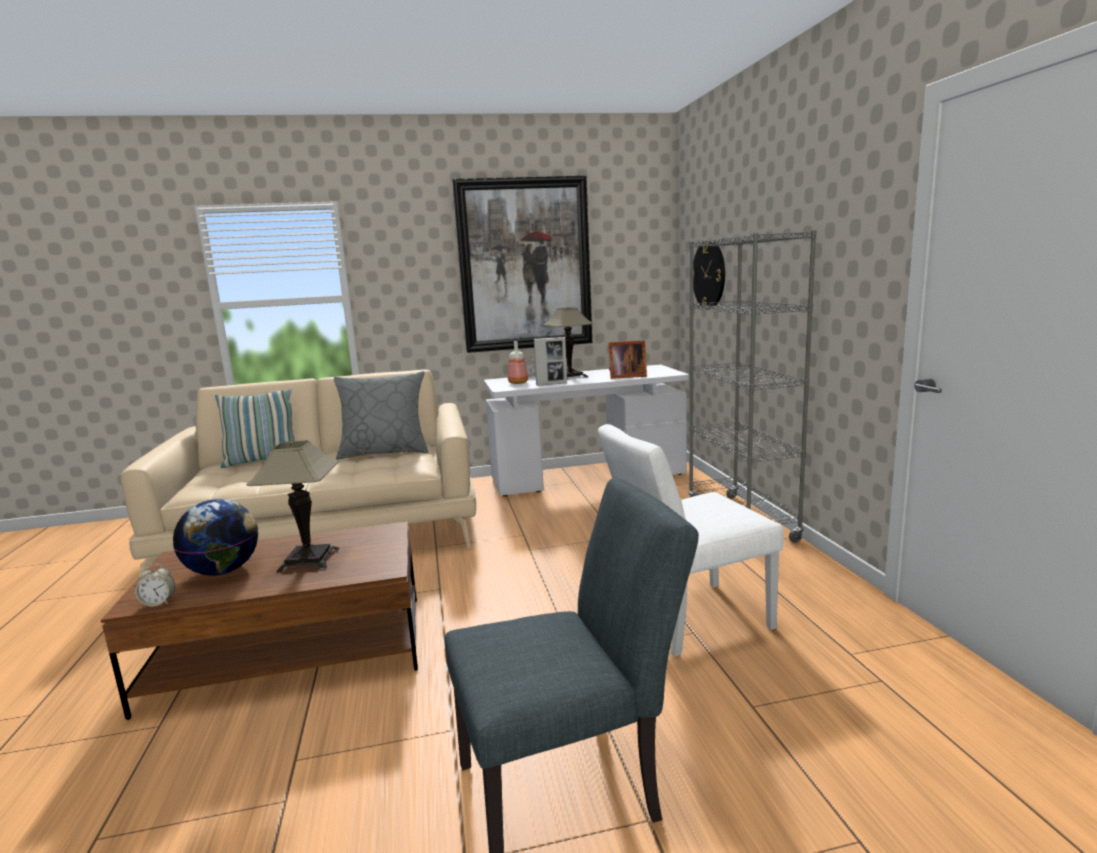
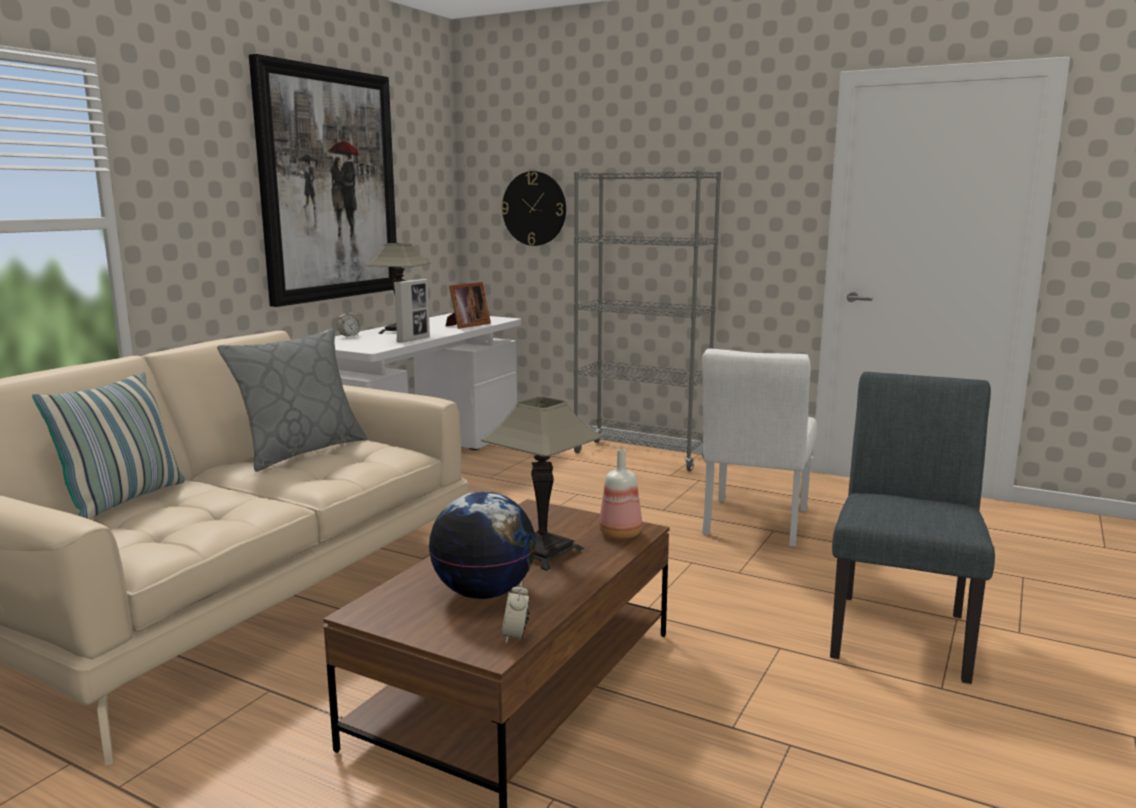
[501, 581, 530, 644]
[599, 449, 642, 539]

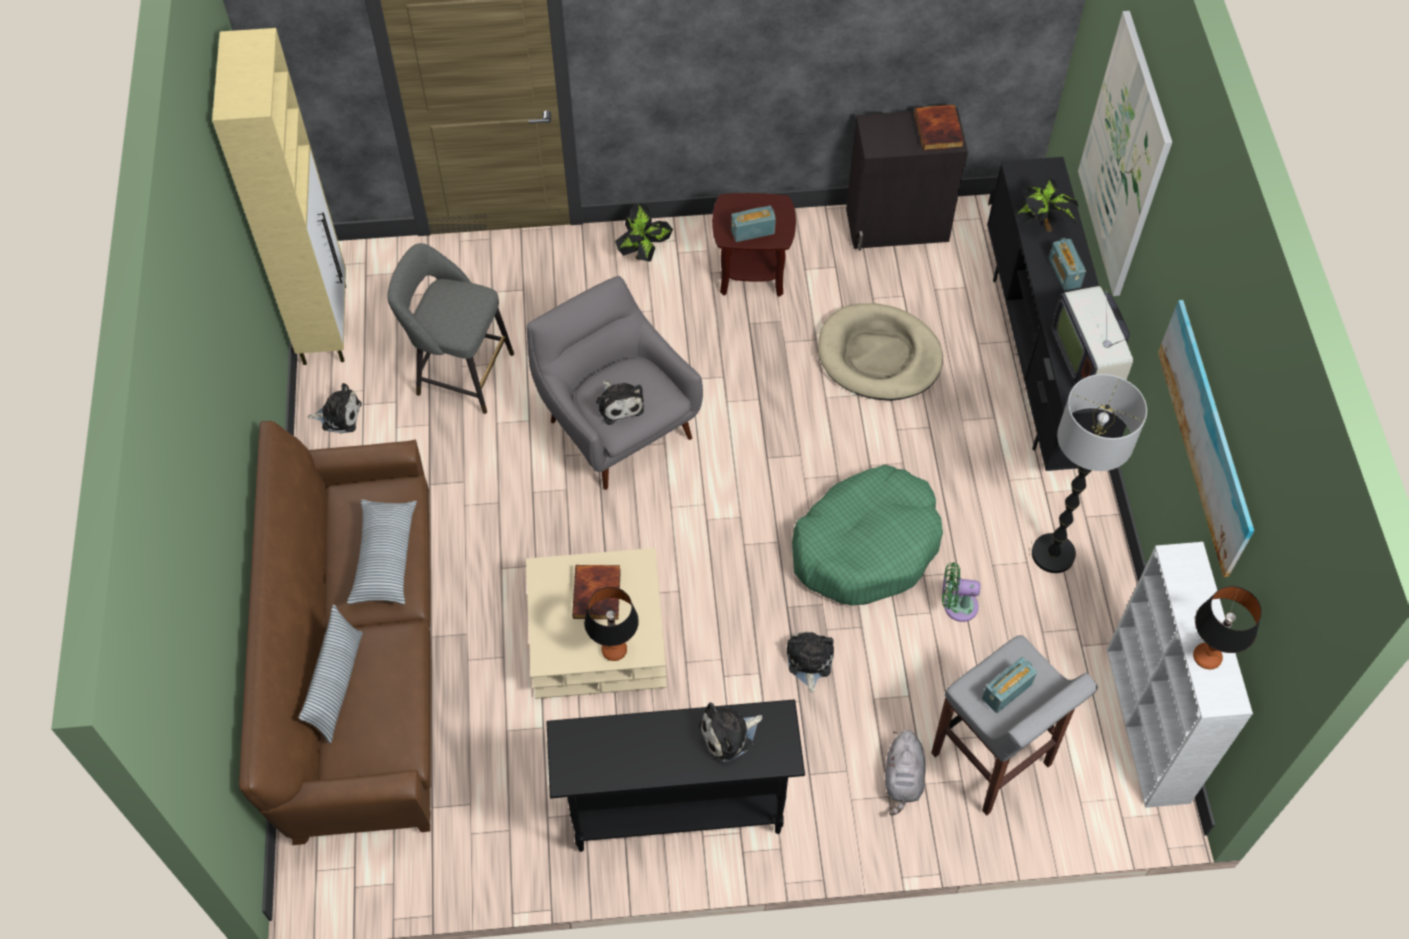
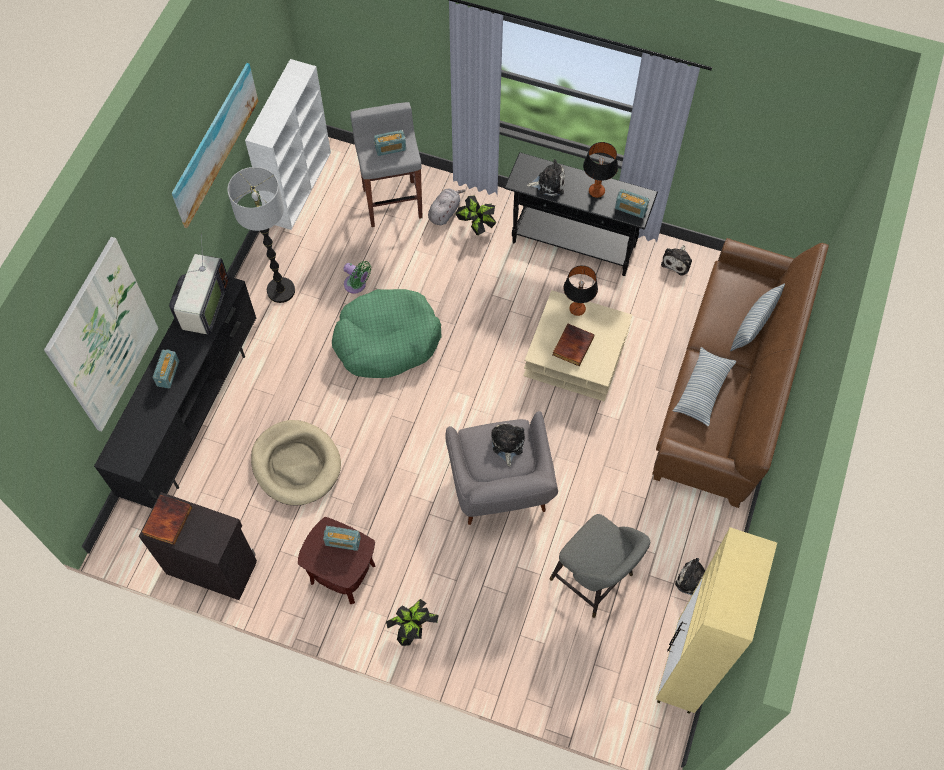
[661, 245, 692, 275]
[455, 195, 496, 235]
[583, 142, 618, 198]
[615, 189, 650, 218]

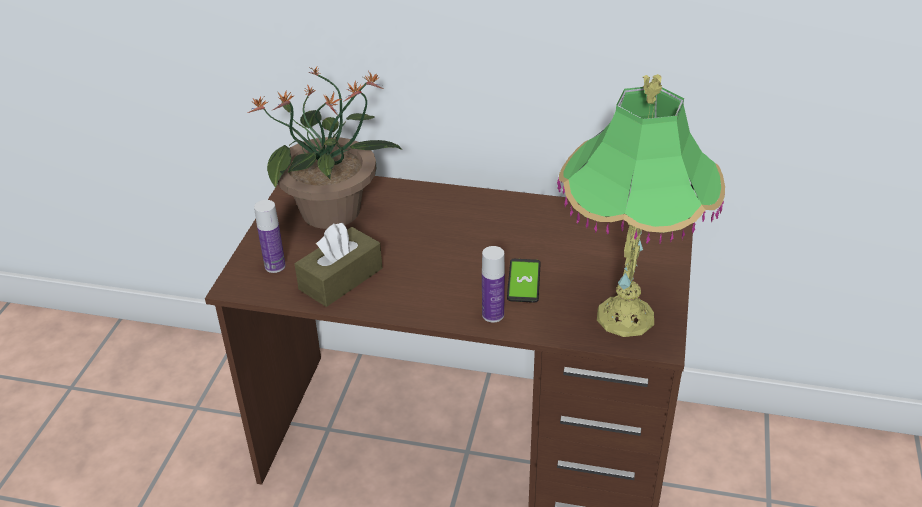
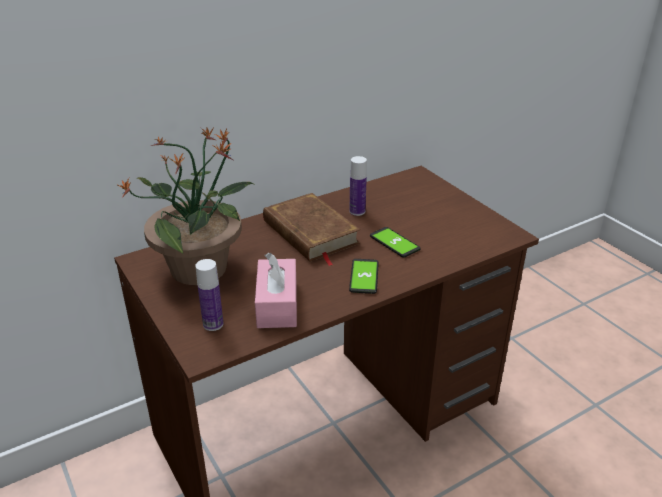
[255, 253, 297, 328]
[350, 156, 367, 216]
[557, 74, 725, 337] (first image)
[263, 193, 360, 266]
[349, 259, 379, 294]

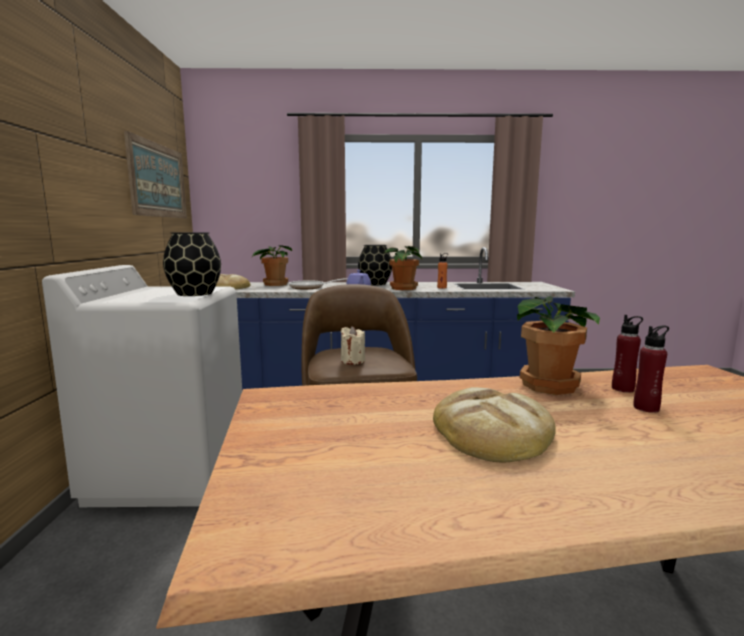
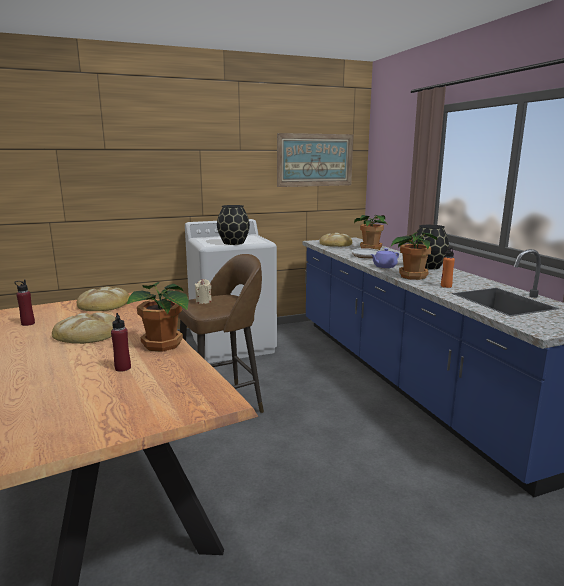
[14, 280, 35, 326]
[77, 287, 130, 311]

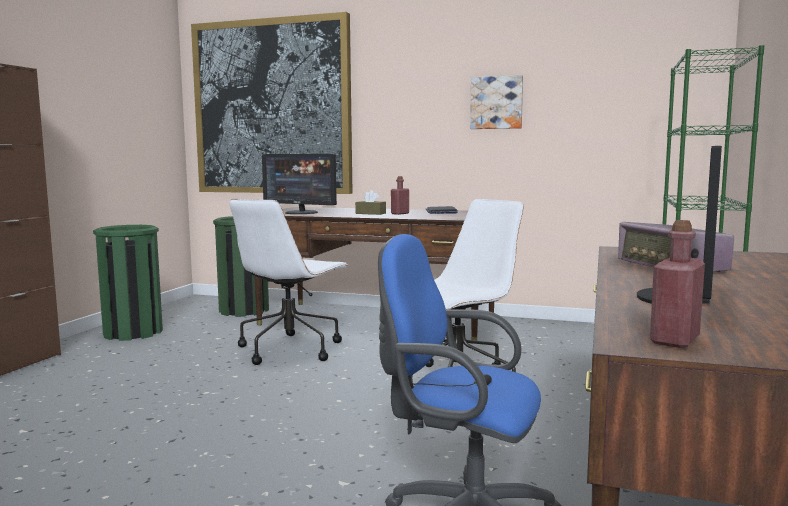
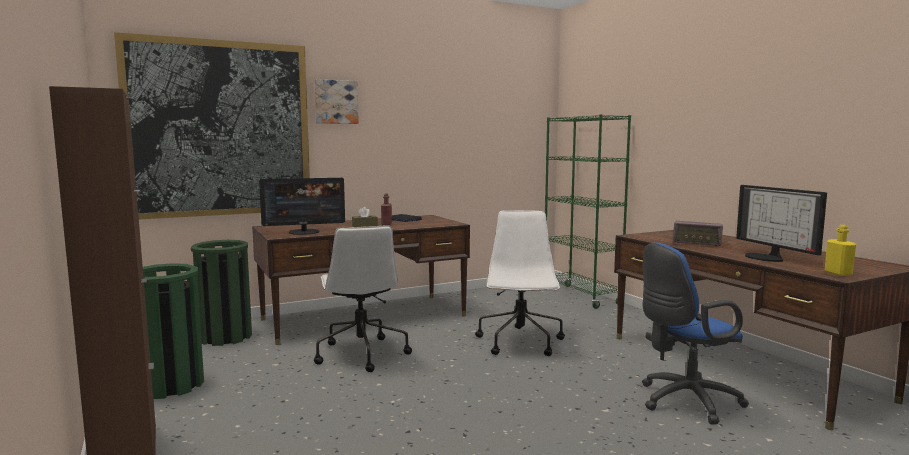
[314, 79, 359, 124]
[825, 225, 856, 276]

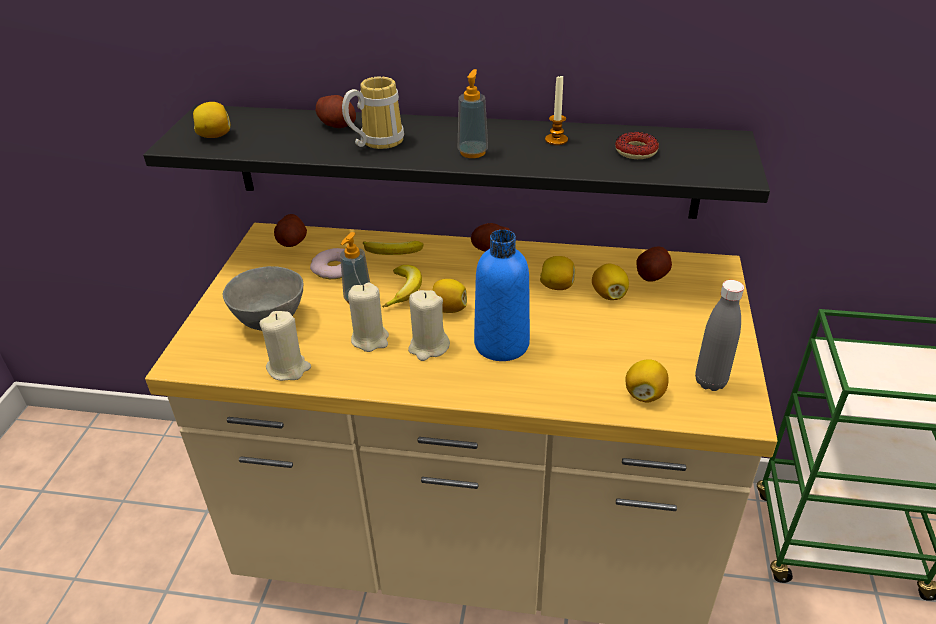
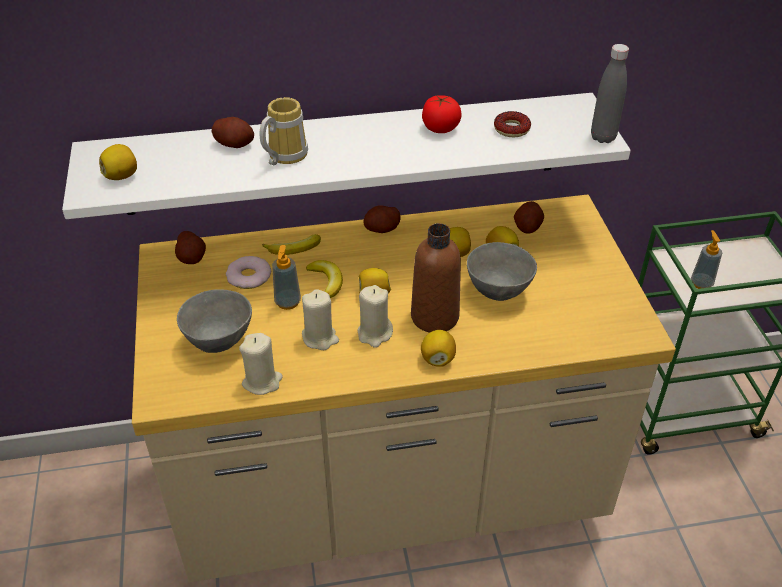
[62, 93, 631, 219]
[691, 230, 722, 289]
[411, 223, 461, 333]
[422, 95, 462, 133]
[421, 330, 456, 367]
[591, 44, 629, 143]
[467, 242, 537, 301]

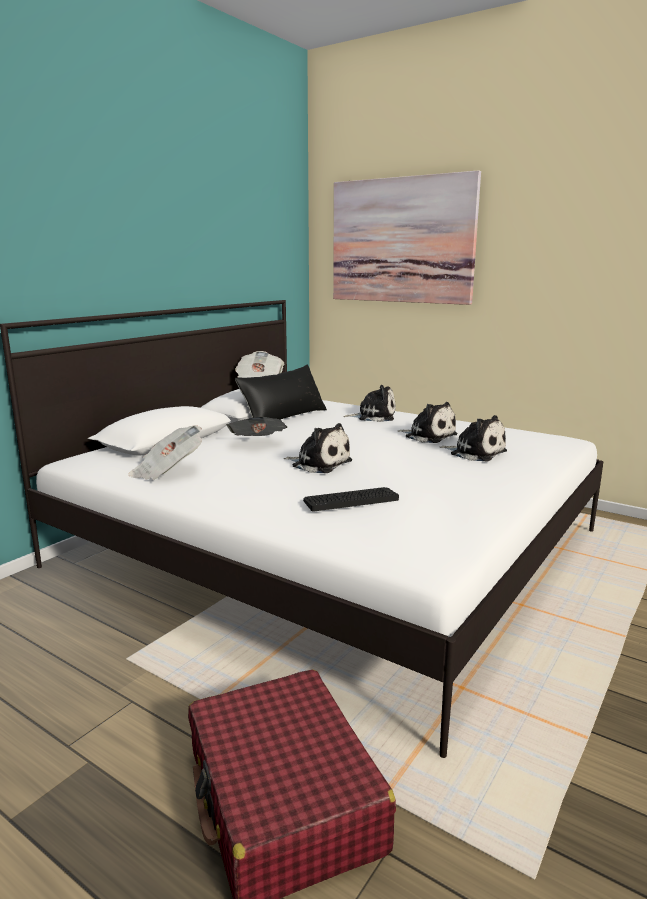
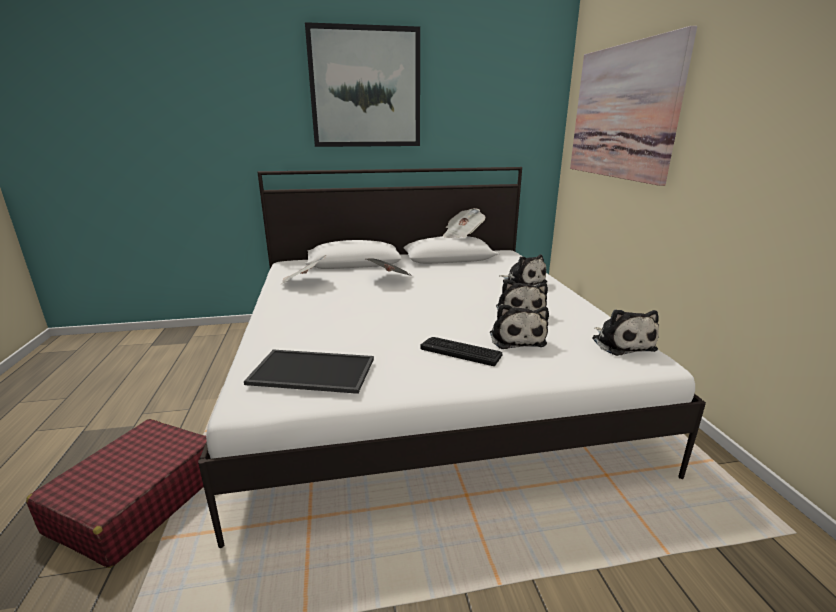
[235, 365, 327, 420] (first image)
[592, 309, 659, 356]
[421, 337, 502, 366]
[244, 350, 374, 394]
[305, 22, 420, 147]

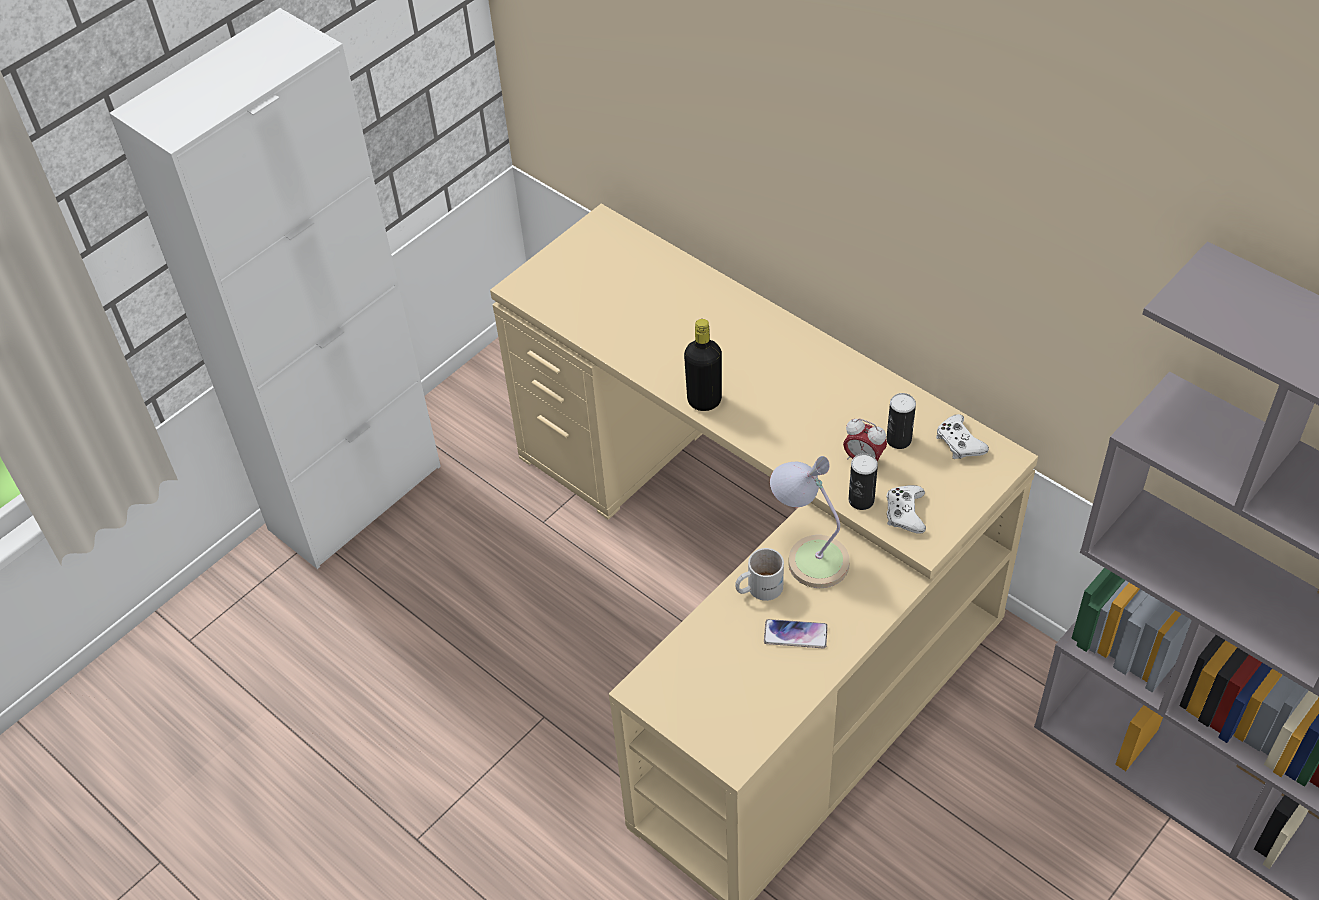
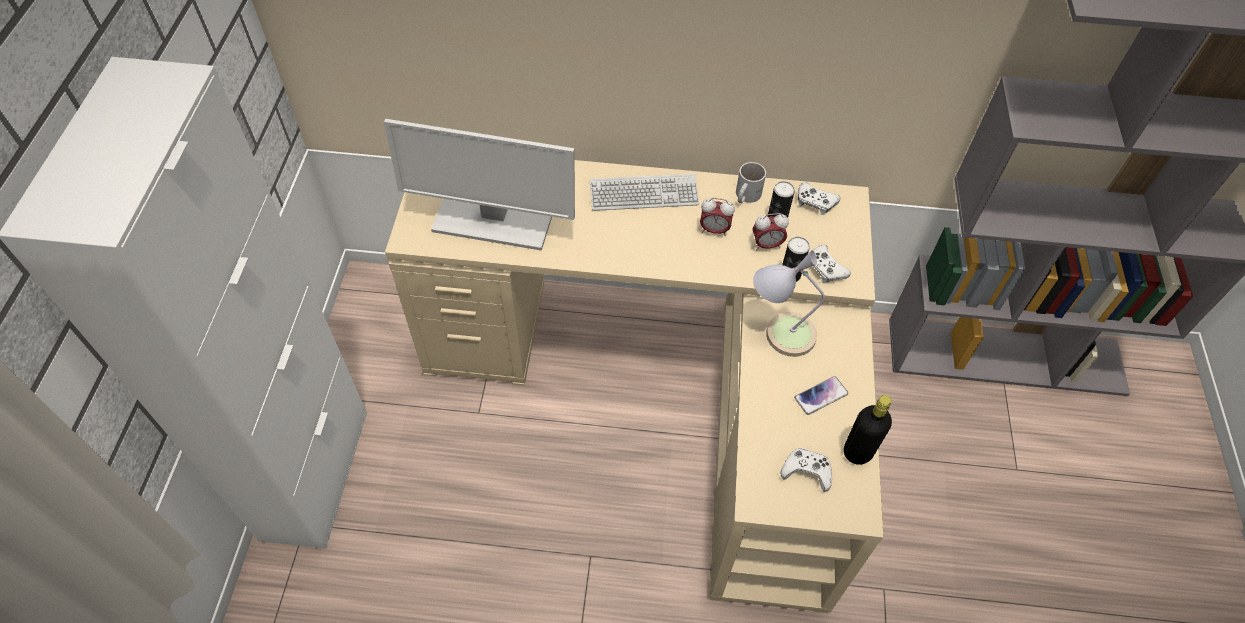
[844, 395, 892, 465]
[736, 162, 766, 203]
[384, 119, 575, 251]
[590, 174, 699, 211]
[700, 198, 735, 236]
[780, 448, 832, 492]

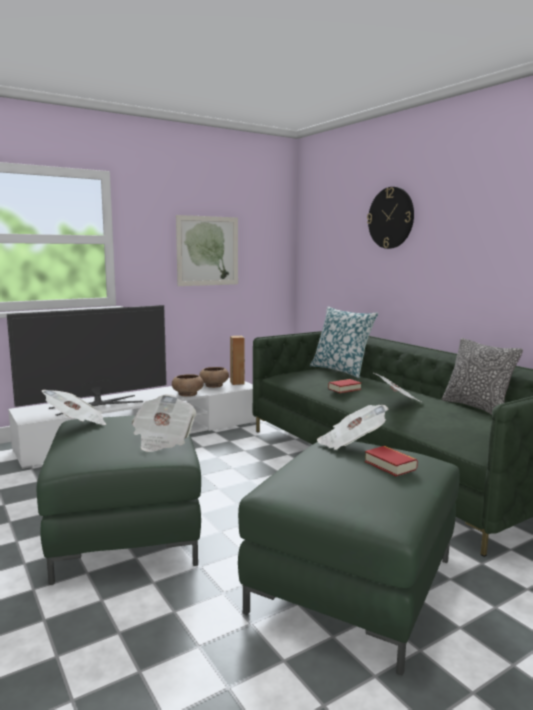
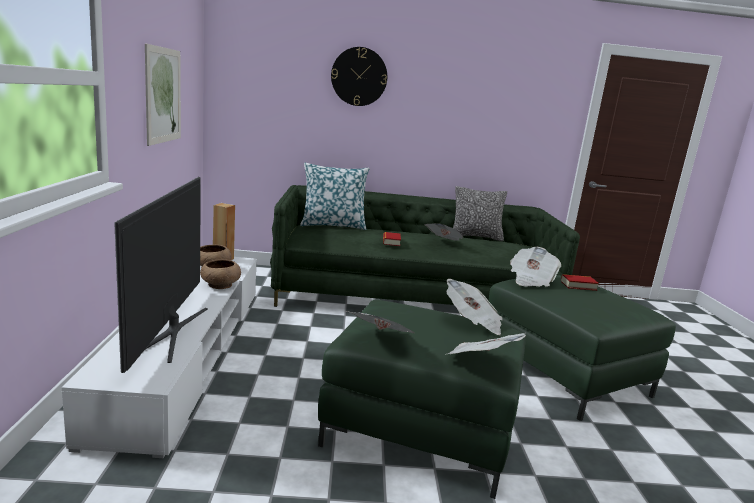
[448, 333, 526, 354]

